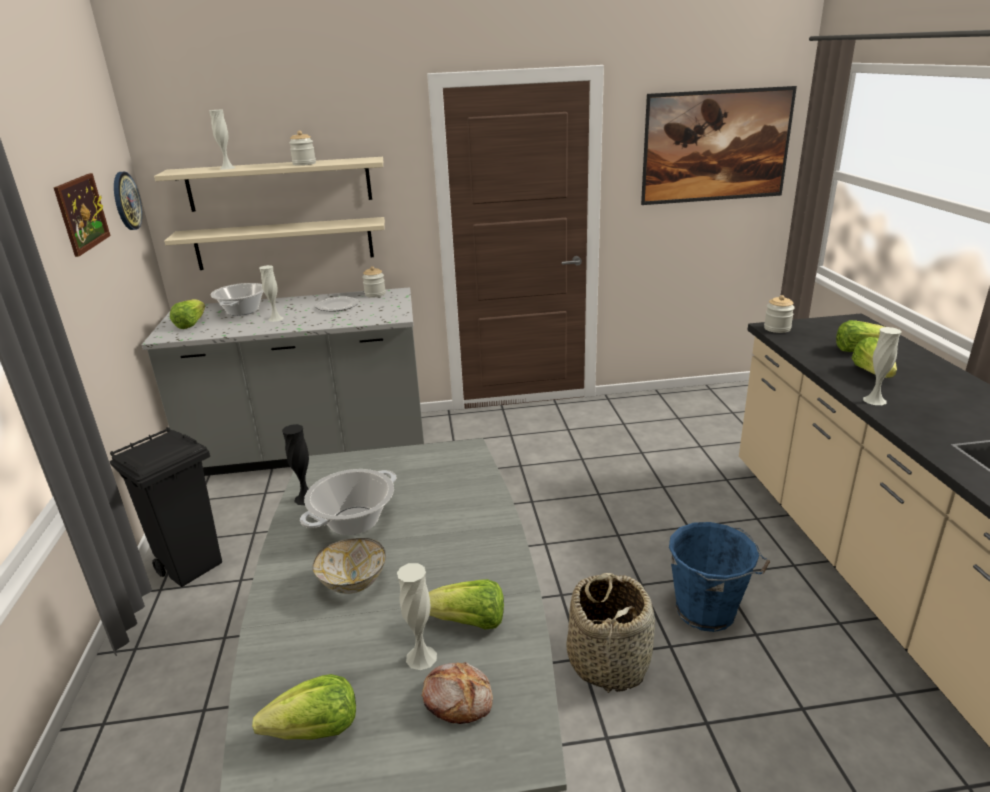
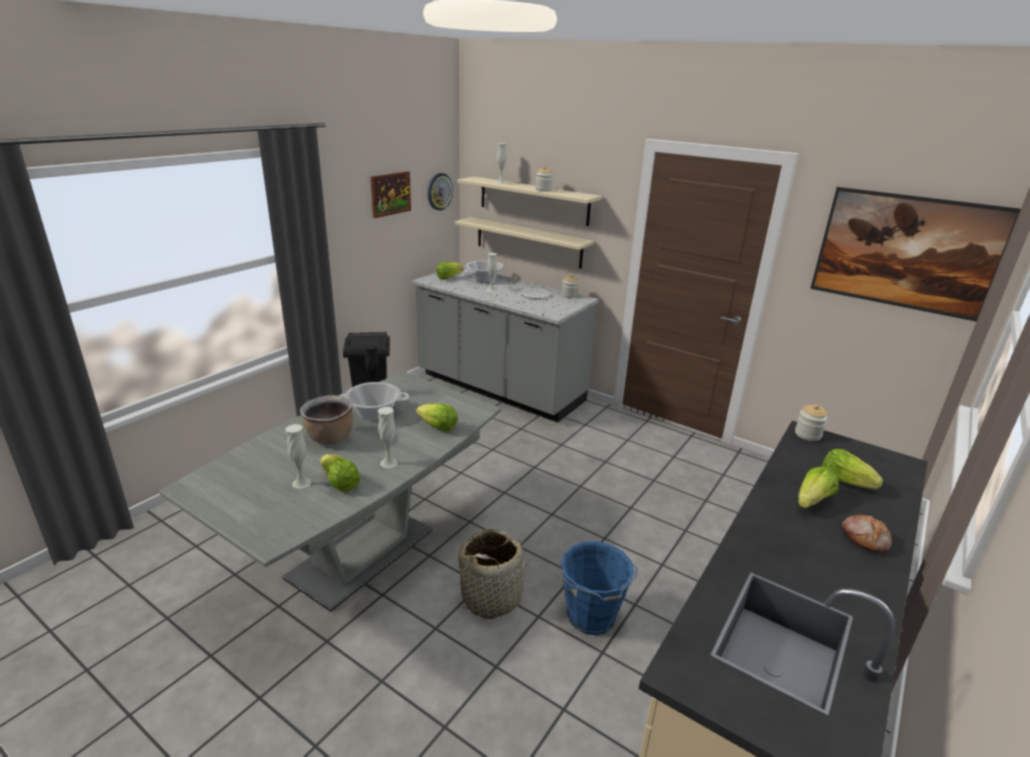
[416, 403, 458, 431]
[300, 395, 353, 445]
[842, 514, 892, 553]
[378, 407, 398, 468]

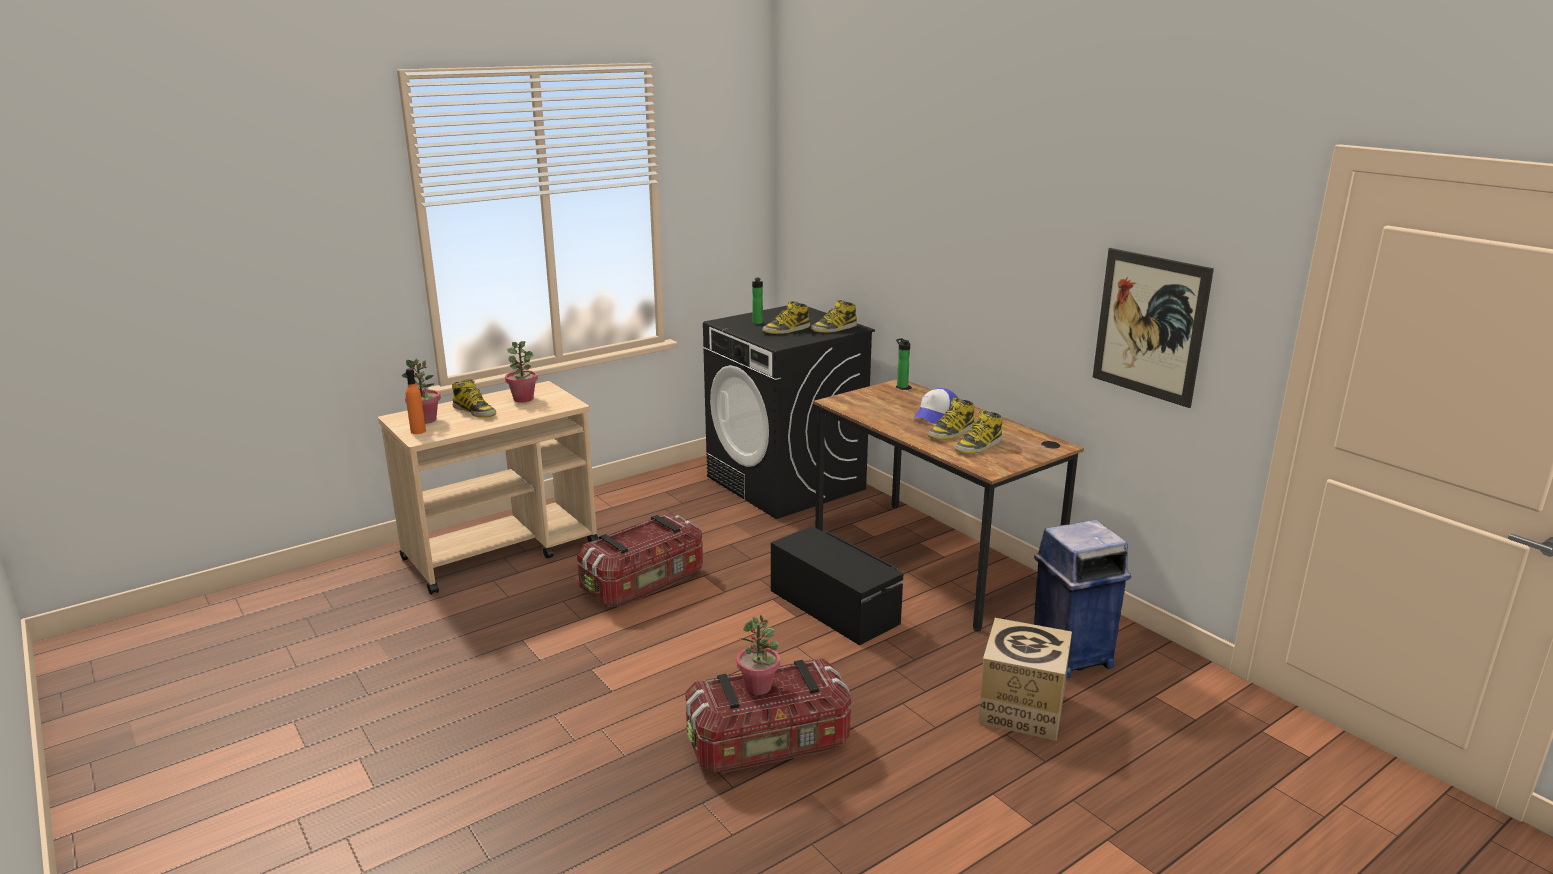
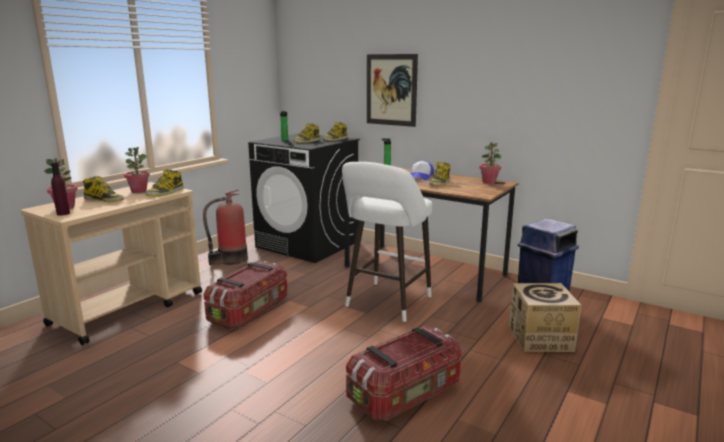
[51, 162, 70, 216]
[479, 142, 502, 184]
[342, 162, 432, 322]
[146, 169, 184, 196]
[367, 54, 418, 127]
[203, 190, 248, 265]

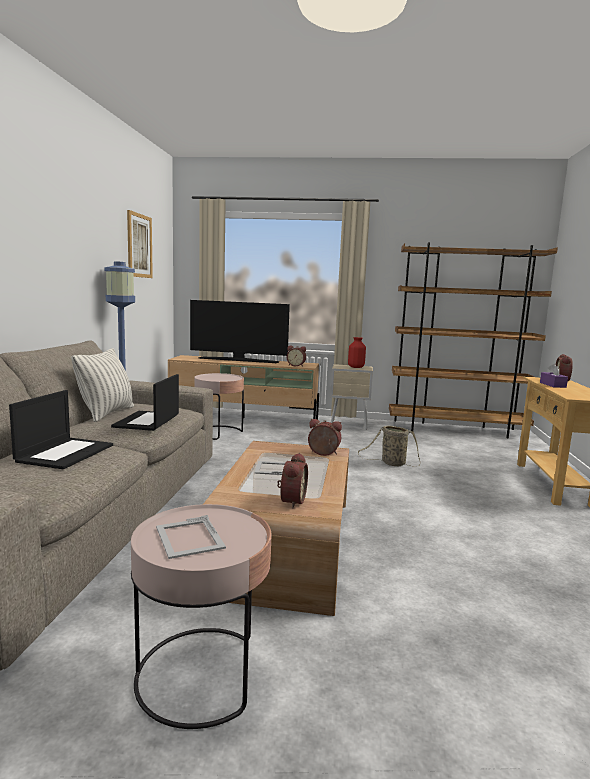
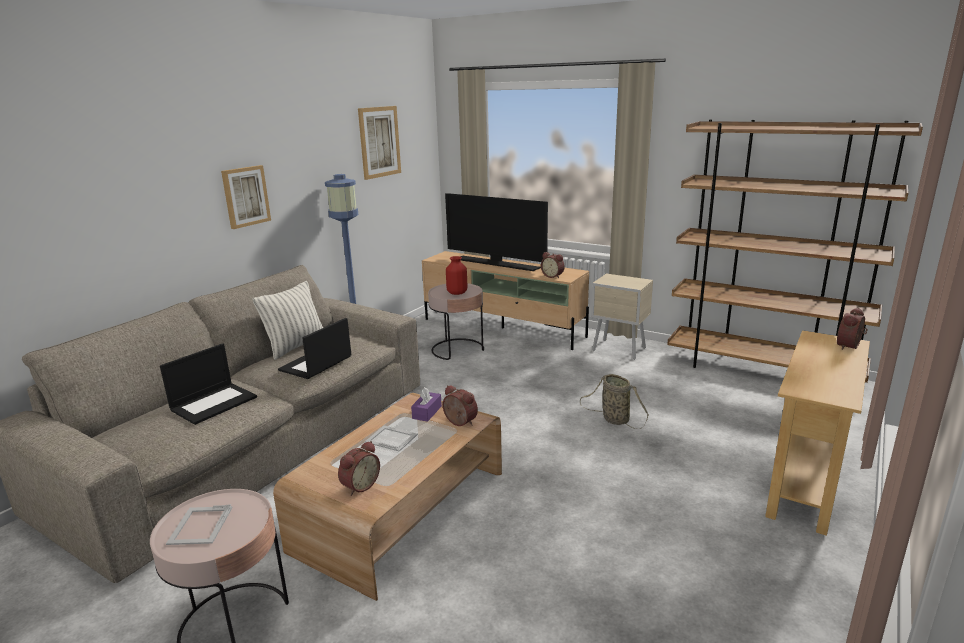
[446, 256, 467, 295]
[411, 387, 442, 422]
[221, 165, 271, 229]

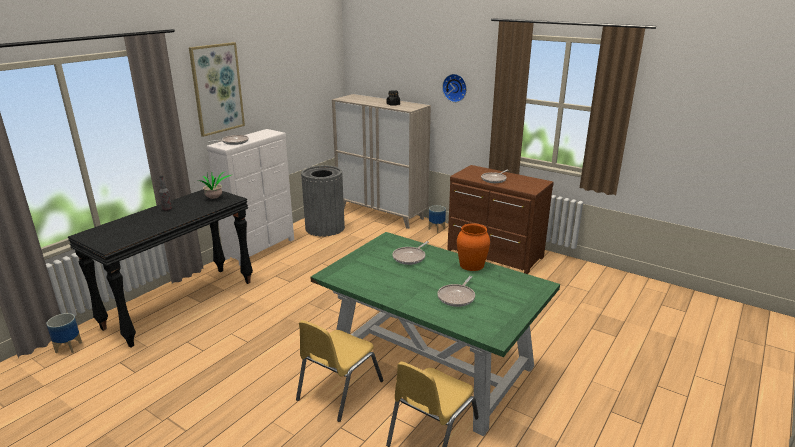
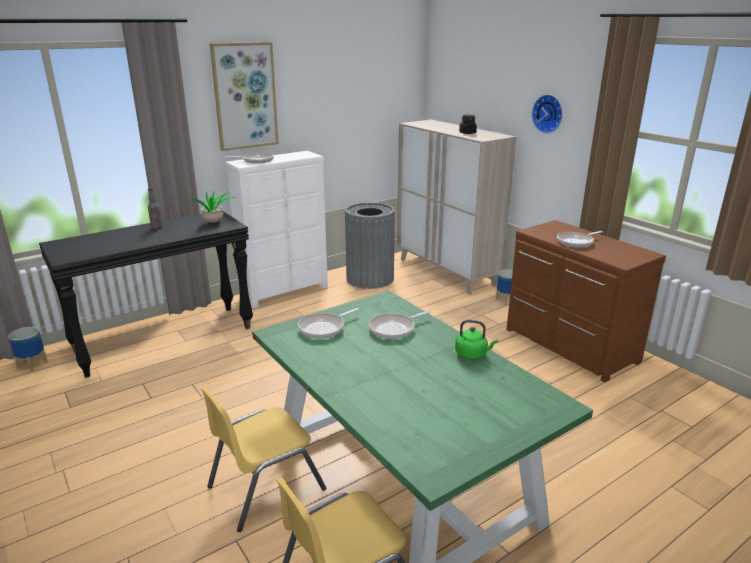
[298, 308, 359, 339]
[455, 320, 498, 360]

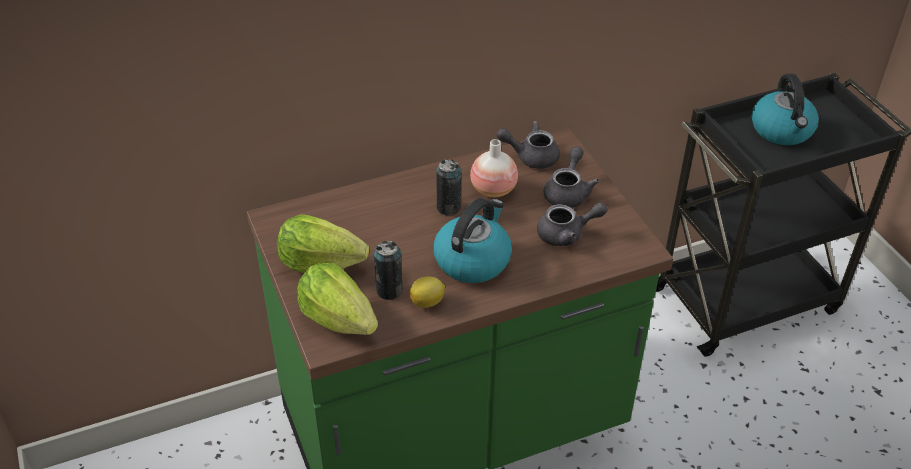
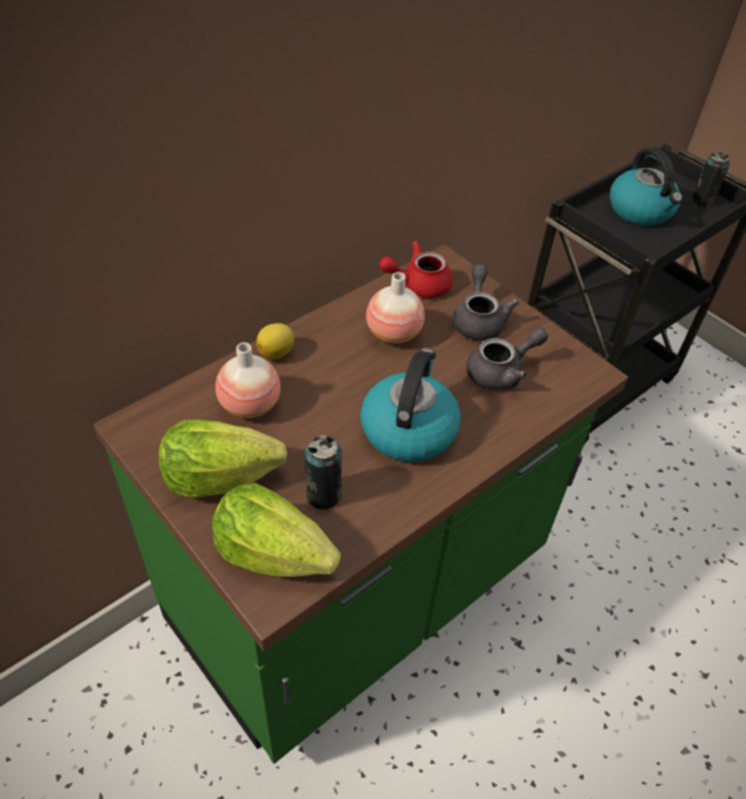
[256, 323, 295, 360]
[691, 152, 730, 207]
[379, 241, 453, 298]
[215, 343, 281, 418]

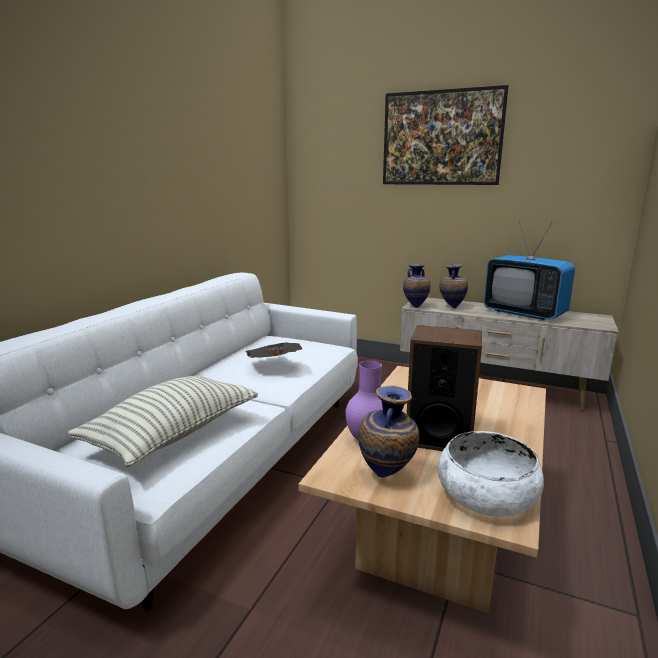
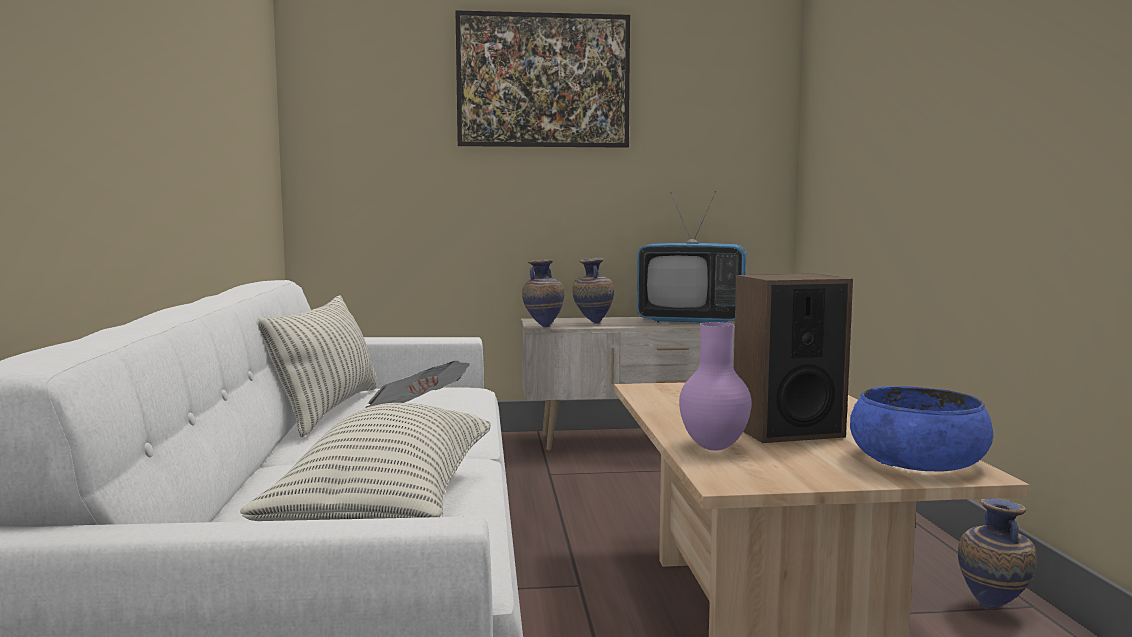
[958, 498, 1036, 610]
[850, 386, 993, 471]
[257, 295, 377, 437]

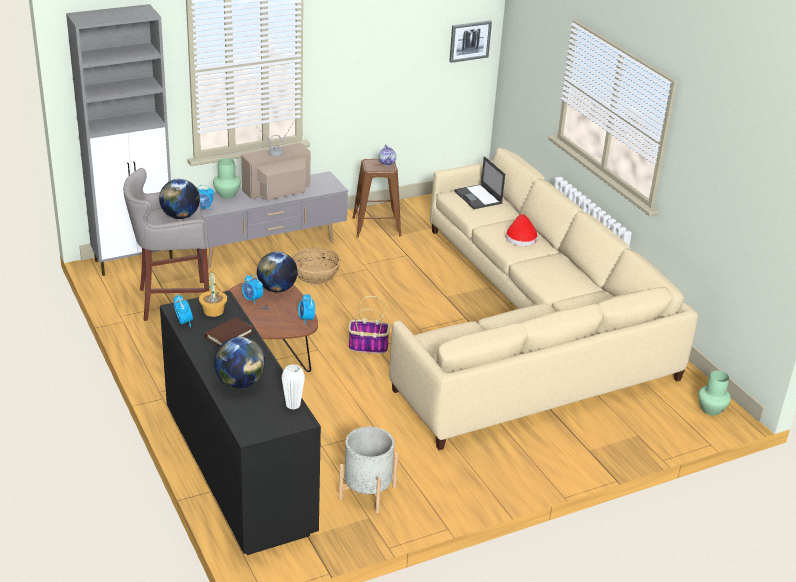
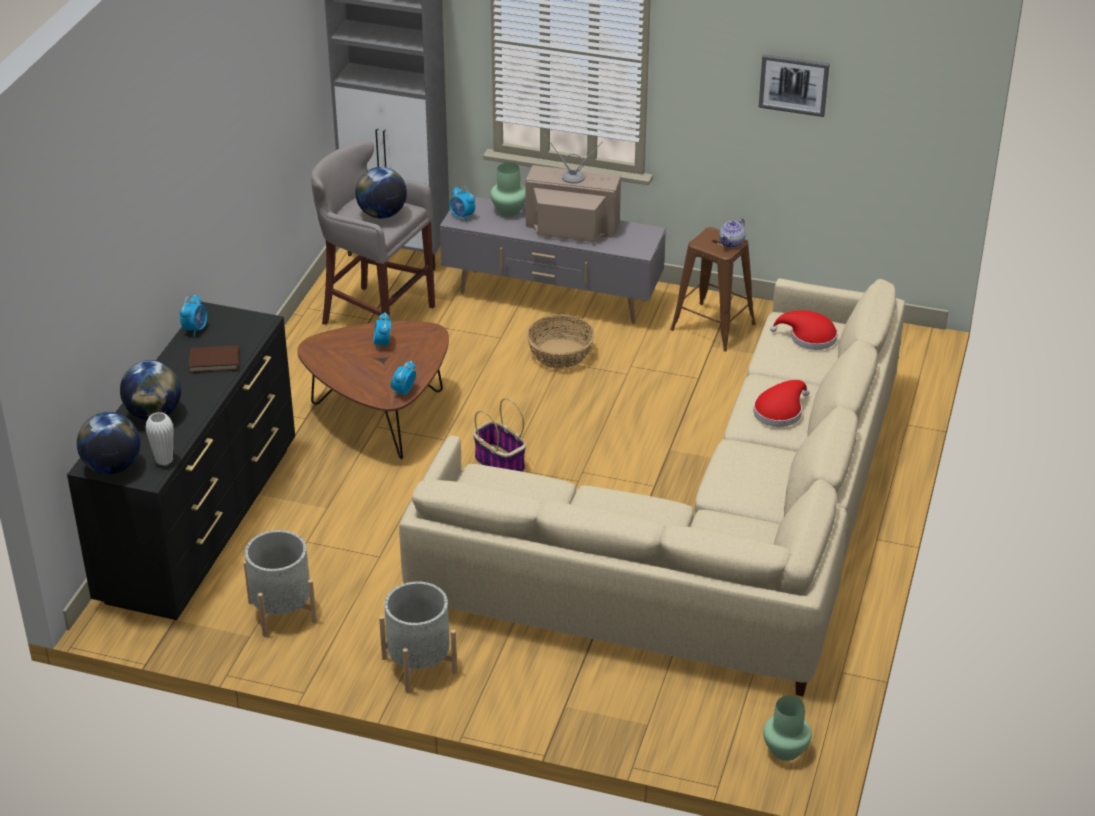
[199, 270, 227, 317] (first image)
[77, 412, 140, 474]
[759, 54, 830, 117]
[770, 311, 838, 350]
[379, 582, 457, 693]

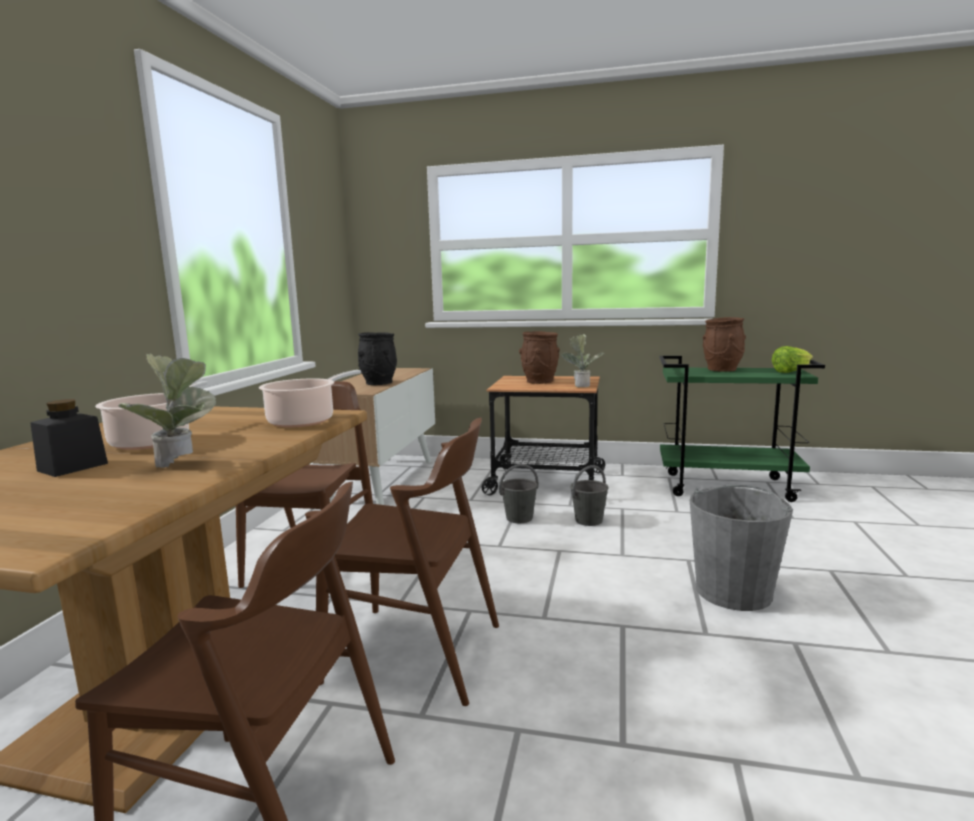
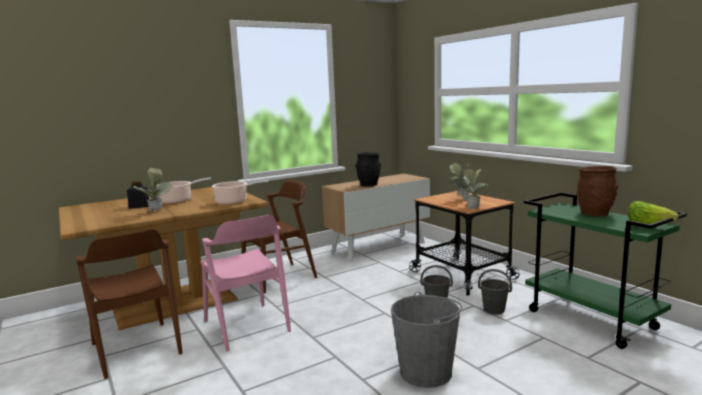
[200, 215, 291, 351]
[478, 269, 512, 314]
[450, 163, 471, 201]

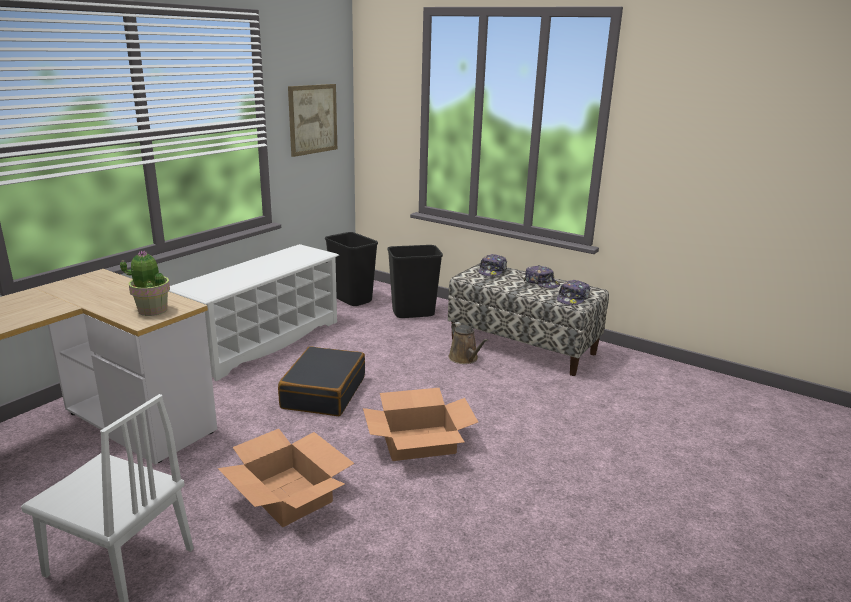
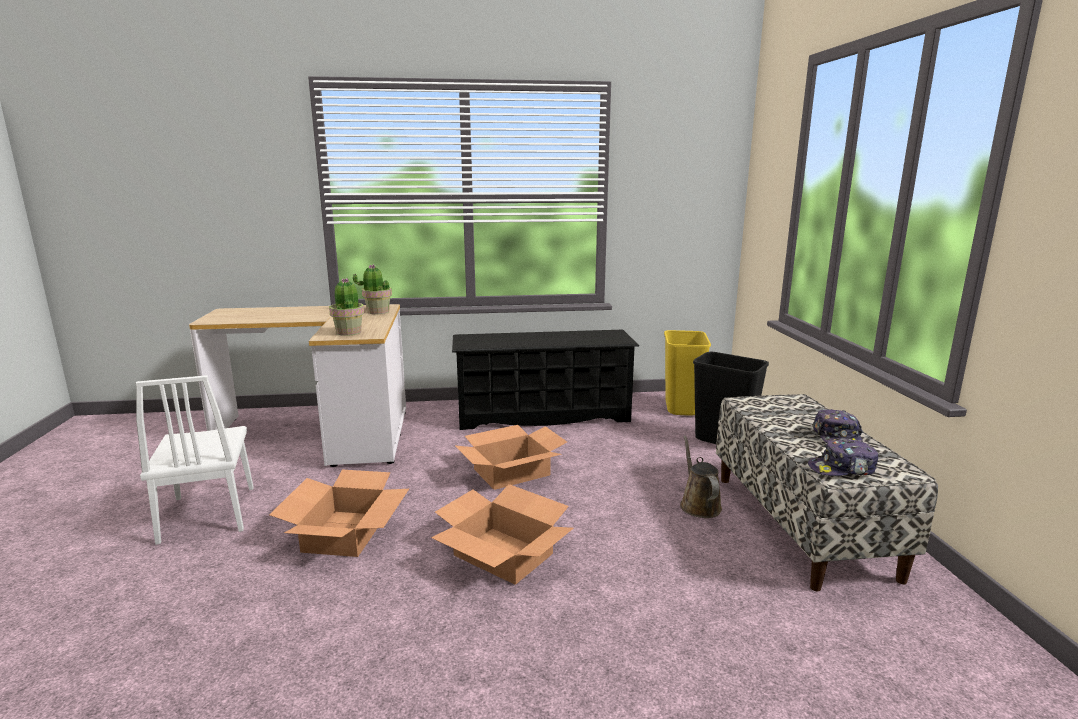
[452, 330, 639, 430]
[455, 425, 567, 490]
[288, 84, 337, 157] (first image)
[664, 330, 711, 416]
[680, 435, 722, 518]
[478, 254, 507, 276] (first image)
[353, 265, 392, 314]

